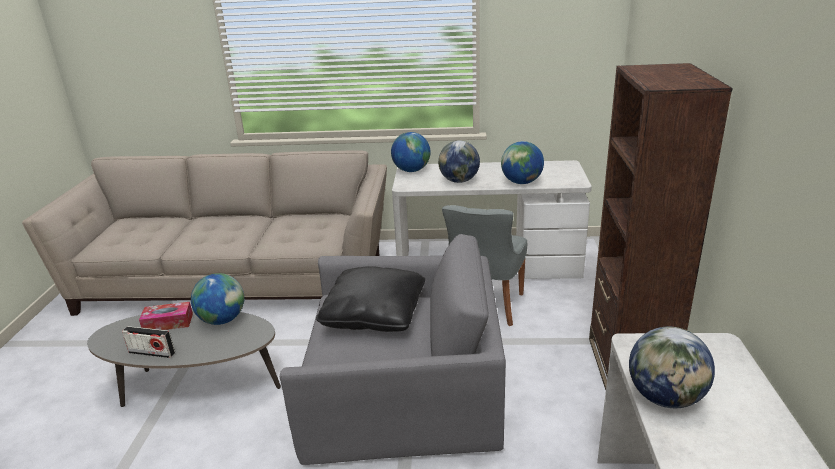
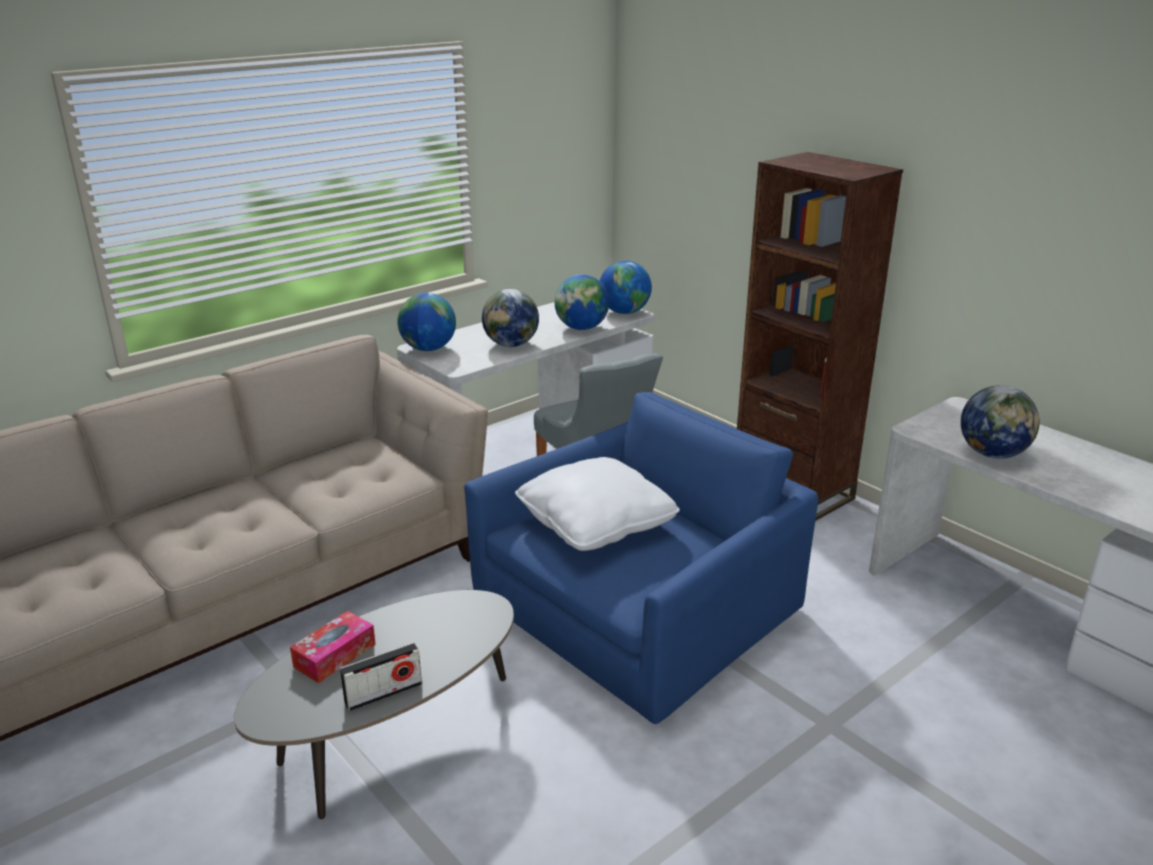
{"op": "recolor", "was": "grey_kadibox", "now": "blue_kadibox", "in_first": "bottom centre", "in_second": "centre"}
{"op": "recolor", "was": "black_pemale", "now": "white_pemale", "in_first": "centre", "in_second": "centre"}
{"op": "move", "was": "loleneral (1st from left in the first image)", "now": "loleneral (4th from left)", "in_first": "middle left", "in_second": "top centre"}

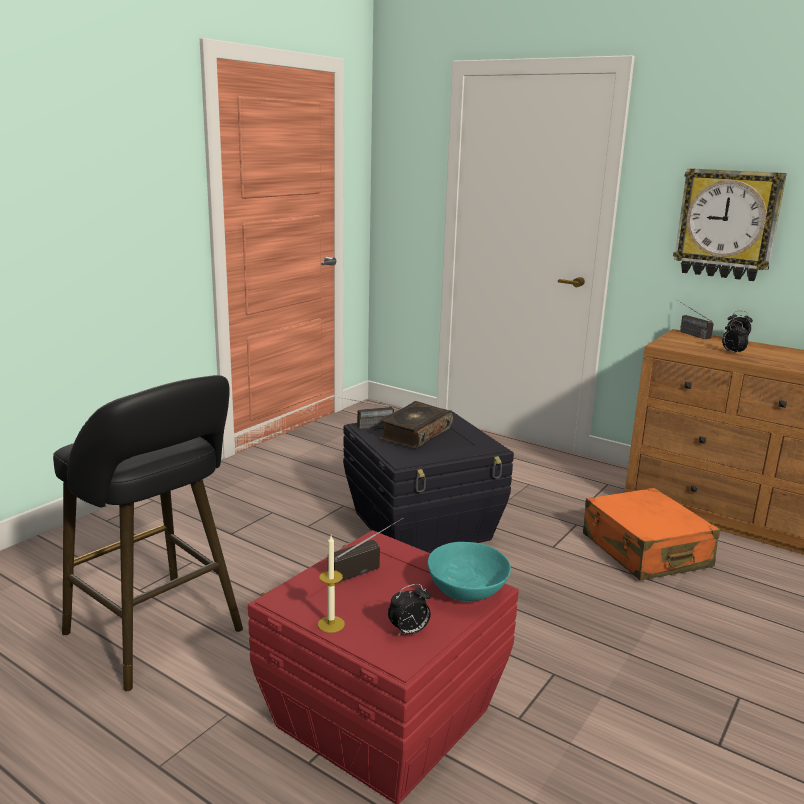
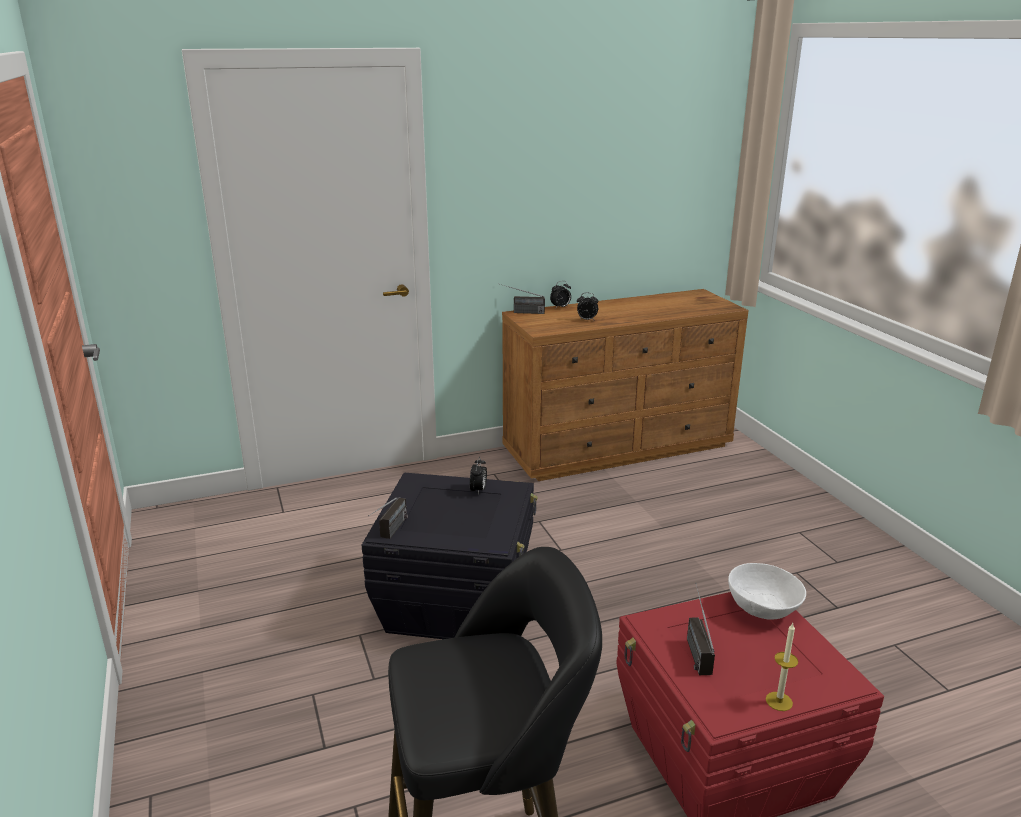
{"op": "delete", "was": "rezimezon", "in_first": "top right"}
{"op": "delete", "was": "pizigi", "in_first": "centre"}
{"op": "delete", "was": "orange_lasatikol", "in_first": "middle right"}
{"op": "recolor", "was": "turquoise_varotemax", "now": "white_varotemax", "in_first": "bottom centre", "in_second": "bottom right"}
{"op": "move", "was": "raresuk (1st from left)", "in_first": "bottom centre", "in_second": "centre"}

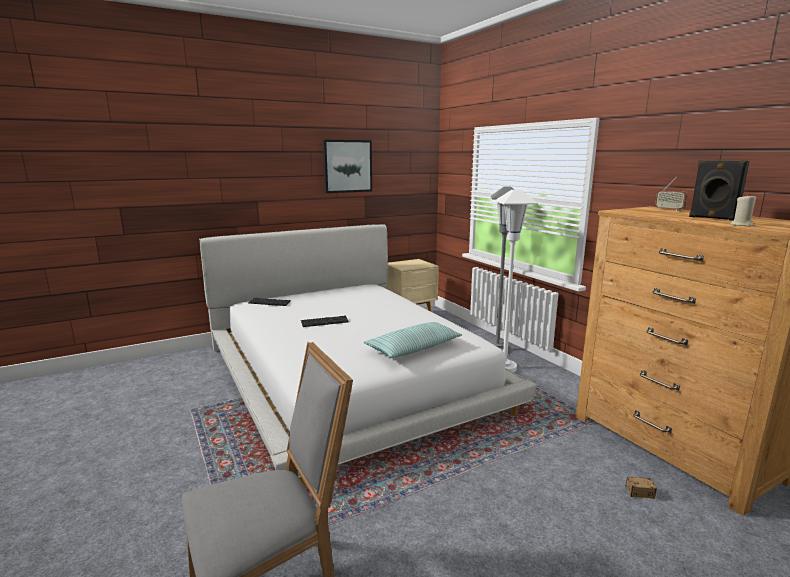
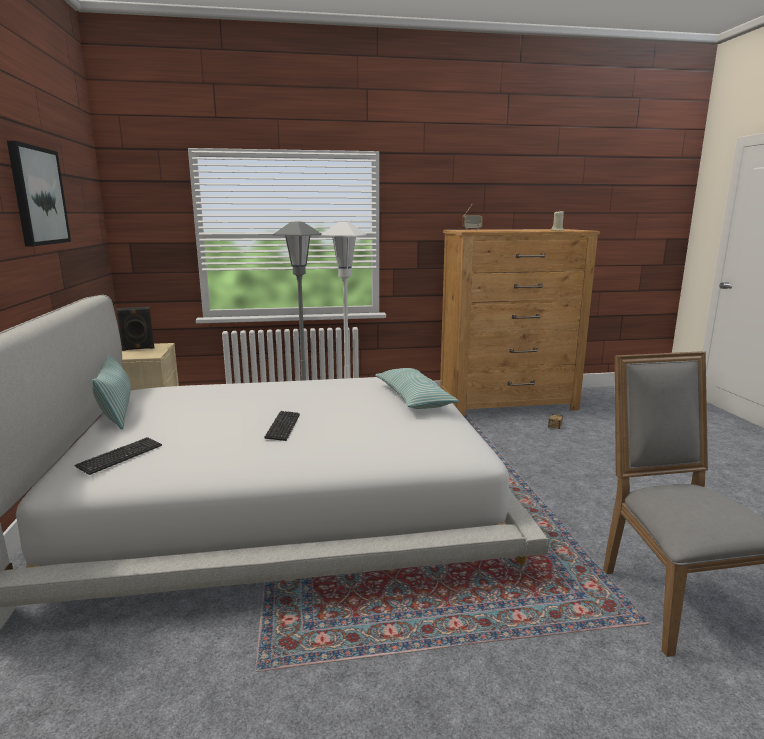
{"op": "move", "was": "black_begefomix", "in_first": "top right", "in_second": "middle left"}
{"op": "insert", "now": "pemale (1st from left)", "in_second": "middle left"}

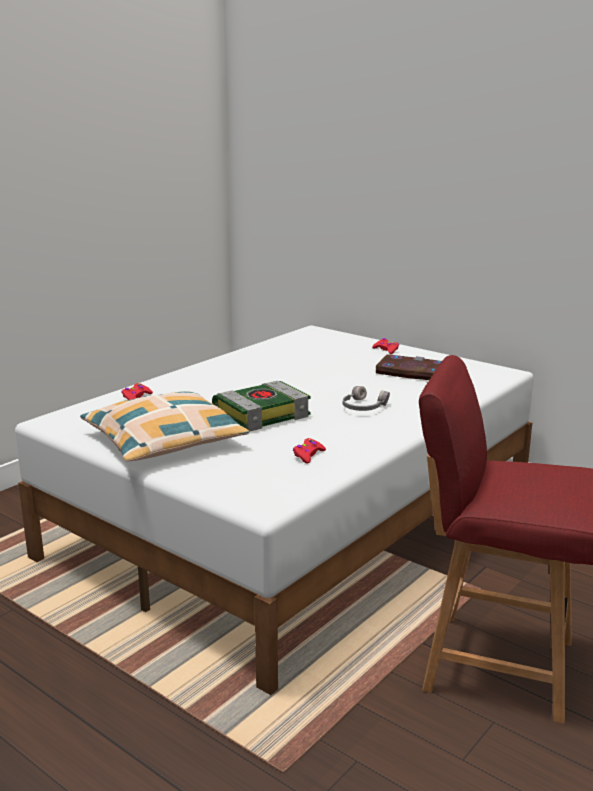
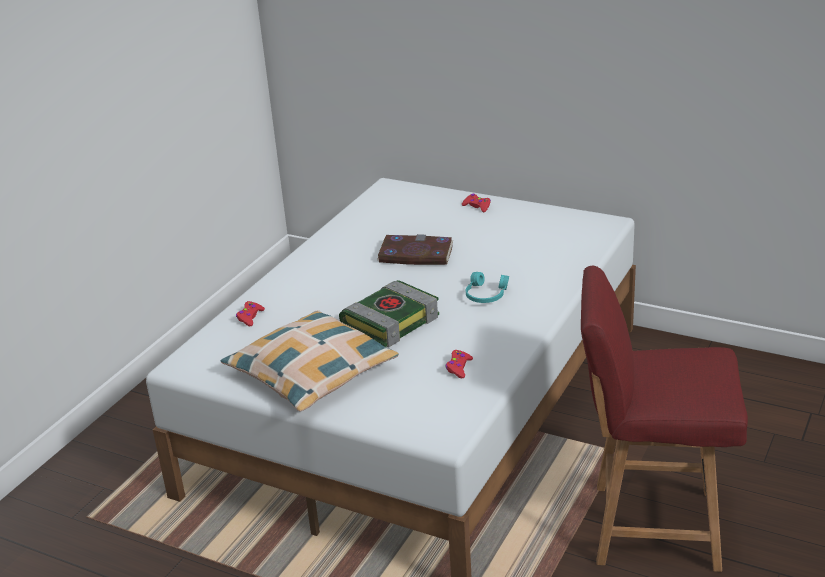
{"op": "move", "was": "pizigi (2nd from left)", "in_first": "middle right", "in_second": "centre"}
{"op": "recolor", "was": "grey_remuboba", "now": "turquoise_remuboba", "in_first": "centre", "in_second": "centre"}

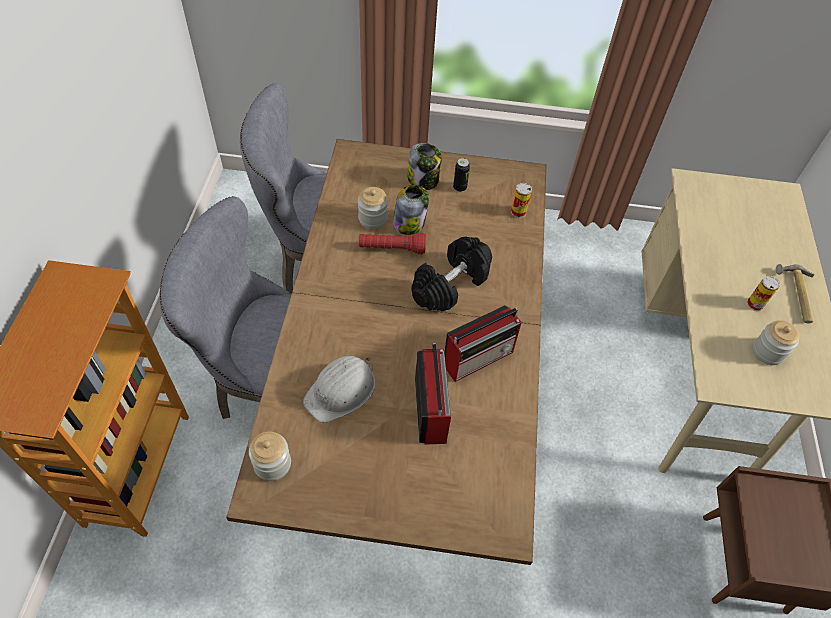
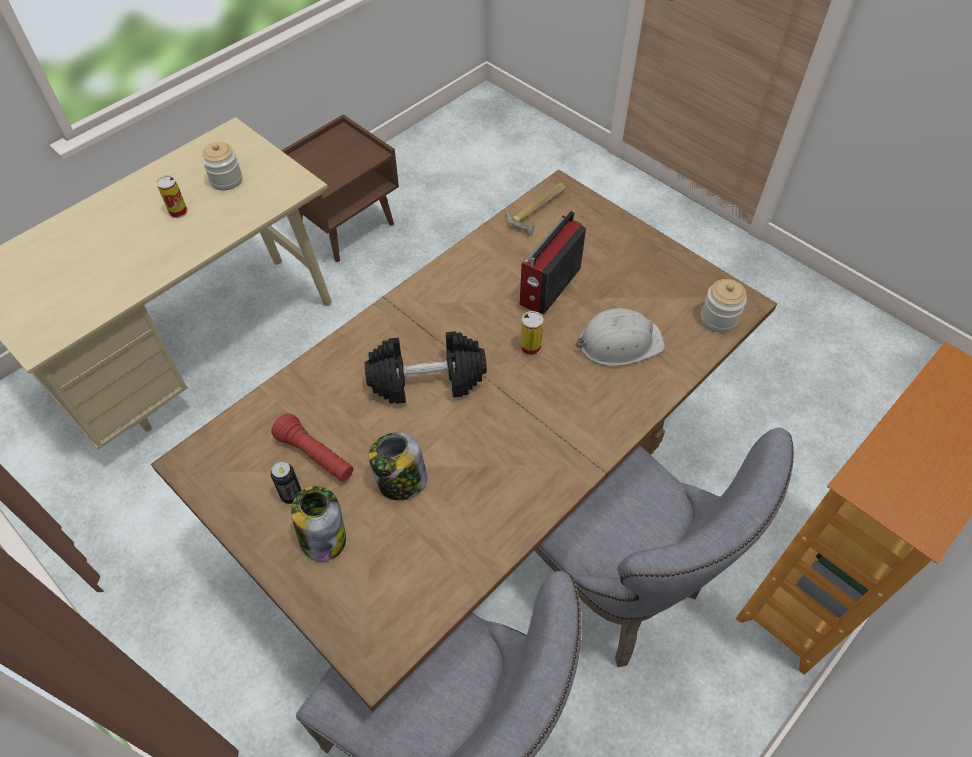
{"op": "move", "was": "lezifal (2nd from left in the first image)", "now": "lezifal (3rd from left)", "in_first": "top centre", "in_second": "centre"}
{"op": "delete", "was": "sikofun (2nd from left)", "in_first": "centre"}
{"op": "move", "was": "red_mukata", "in_first": "centre", "in_second": "middle left"}
{"op": "move", "was": "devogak", "in_first": "middle right", "in_second": "top centre"}
{"op": "delete", "was": "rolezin (2nd from left)", "in_first": "centre"}

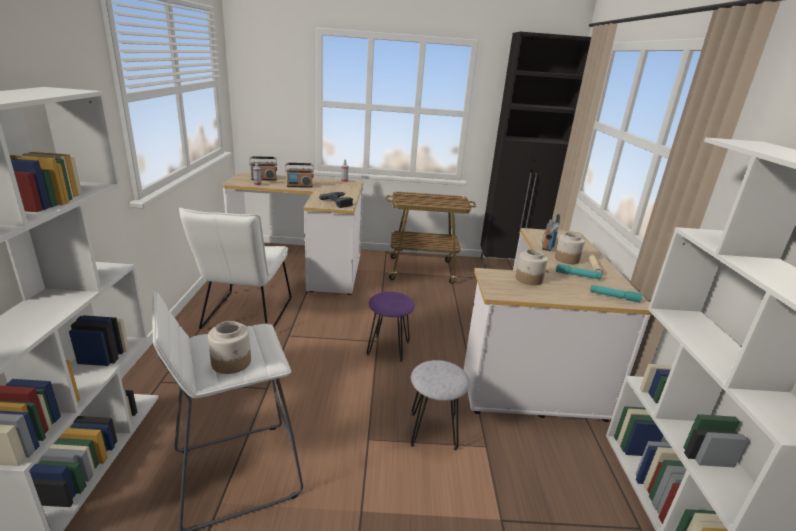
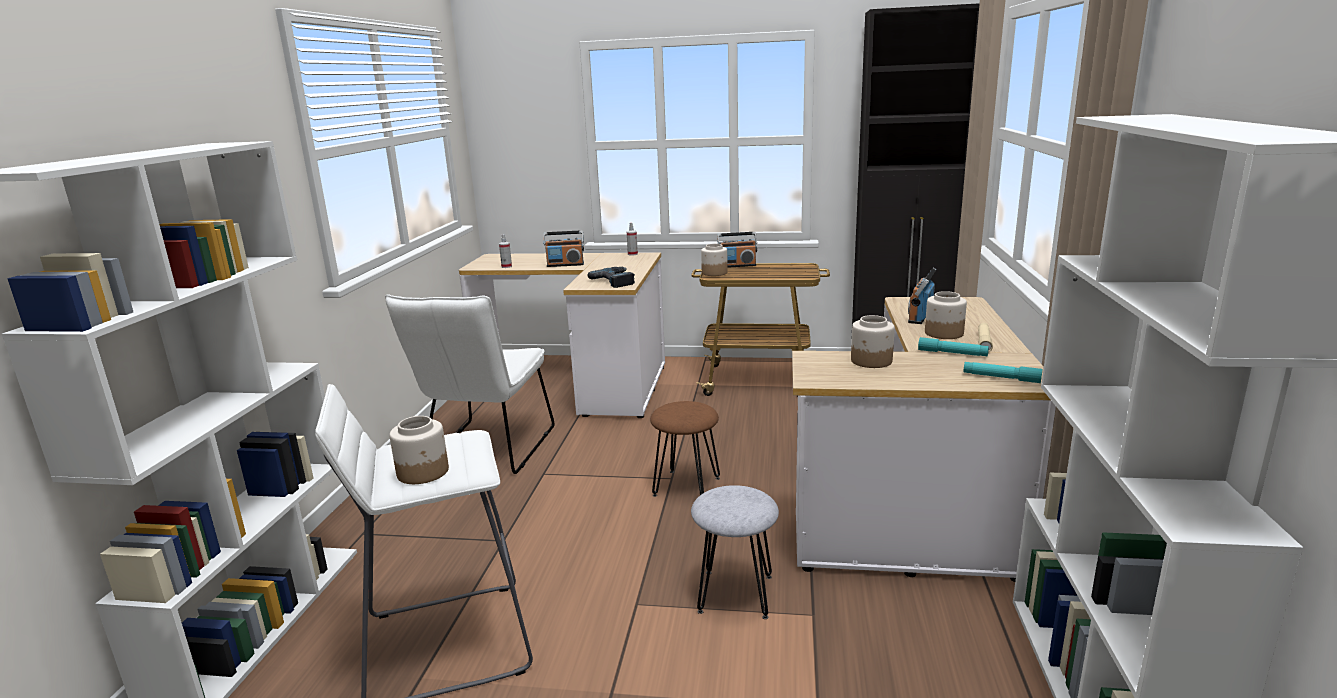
{"op": "move", "was": "rolezin (1st from left in the first image)", "now": "rolezin (2nd from left)", "in_first": "top left", "in_second": "centre"}
{"op": "recolor", "was": "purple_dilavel", "now": "brown_dilavel", "in_first": "centre", "in_second": "centre"}
{"op": "insert", "now": "sikofun (2nd from left)", "in_second": "centre"}

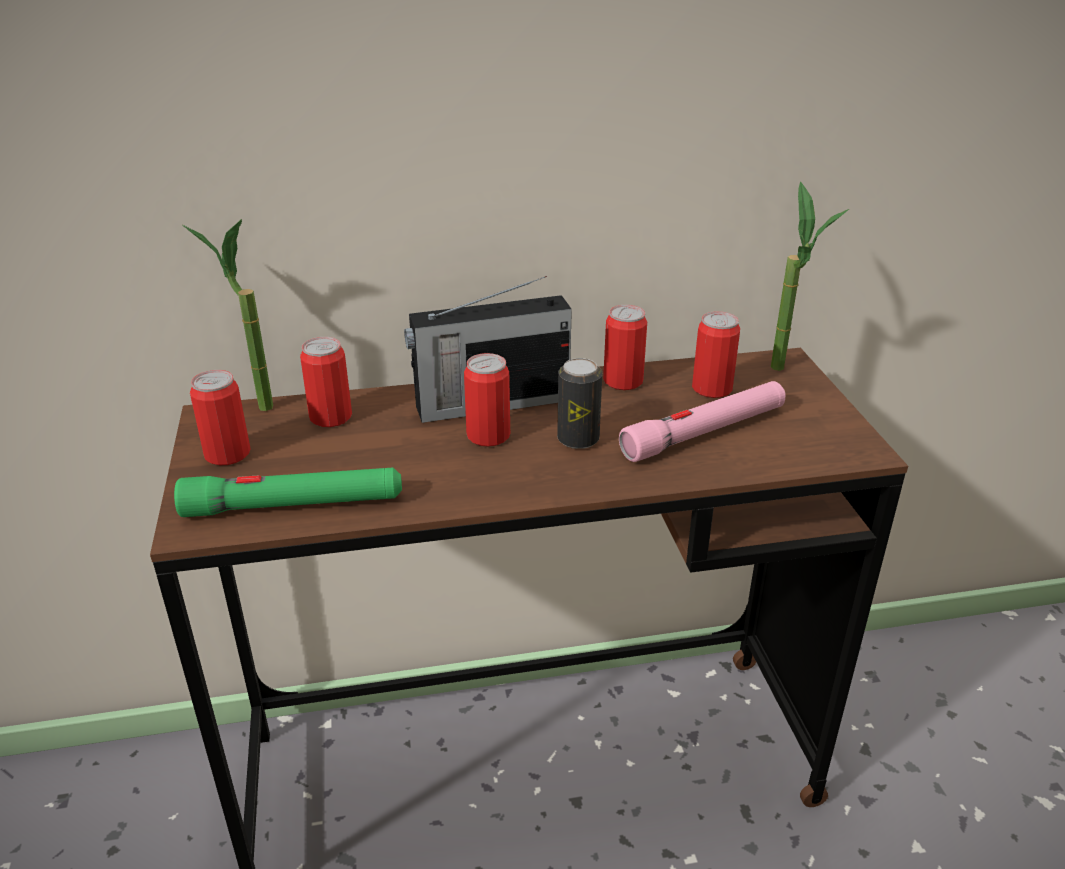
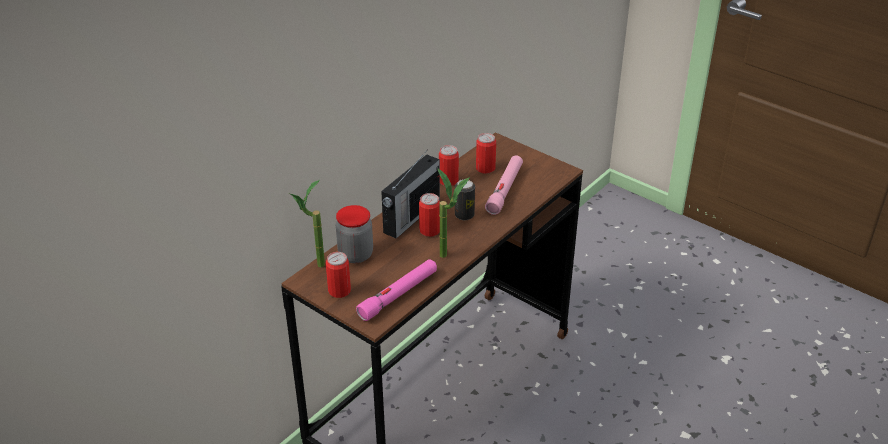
{"op": "move", "was": "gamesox (2nd from left)", "in_first": "top right", "in_second": "centre"}
{"op": "replace", "was": "lezifal (2nd from left)", "now": "sikofun", "in_first": "middle left", "in_second": "centre"}
{"op": "recolor", "was": "green_mukata", "now": "pink_mukata (1st from left)", "in_first": "middle left", "in_second": "centre"}

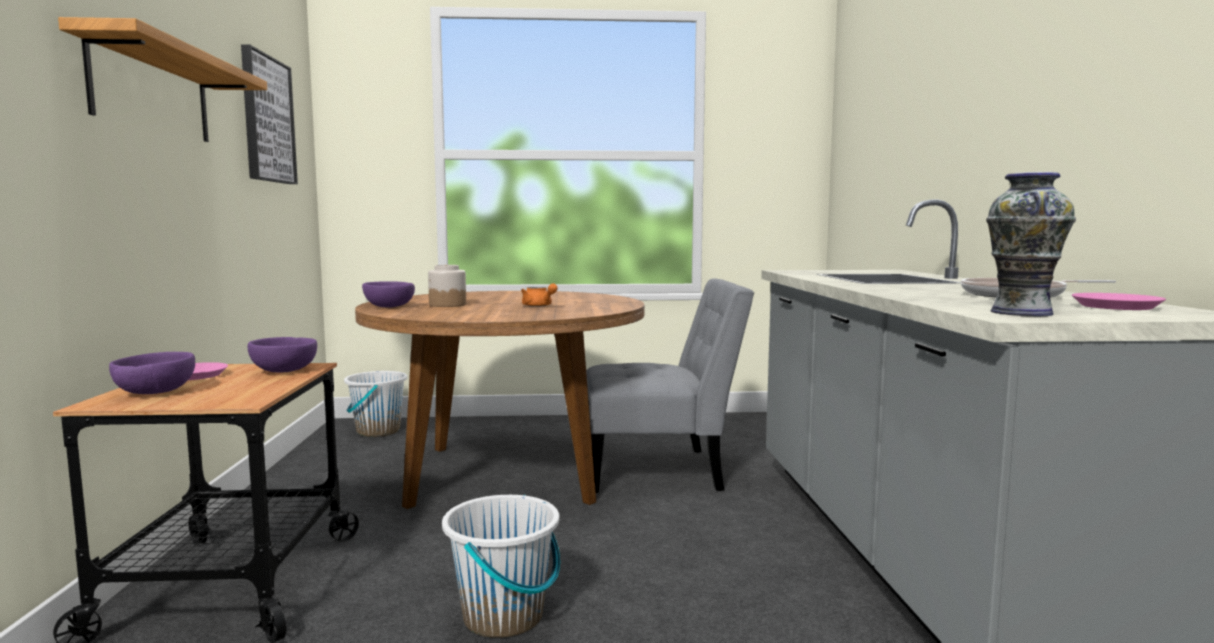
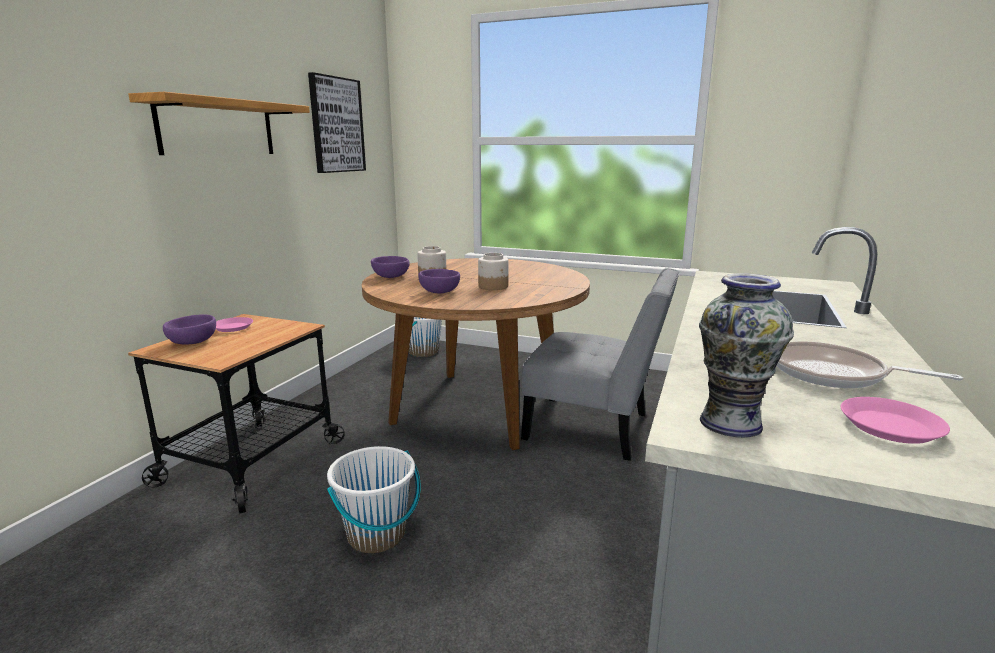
{"op": "replace", "was": "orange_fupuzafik", "now": "sikofun (2nd from left)", "in_first": "centre", "in_second": "centre"}
{"op": "move", "was": "purple_varotemax (2nd from left in the first image)", "now": "purple_varotemax (3rd from left)", "in_first": "middle left", "in_second": "centre"}

